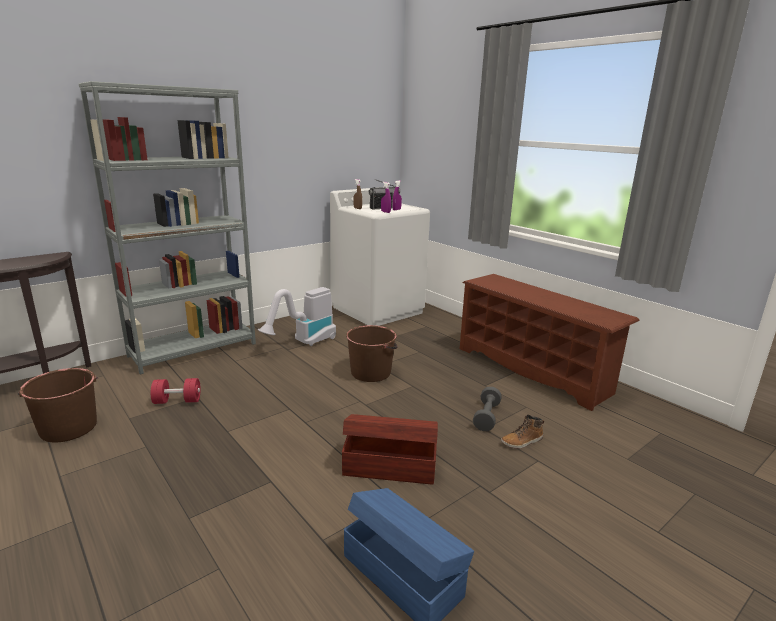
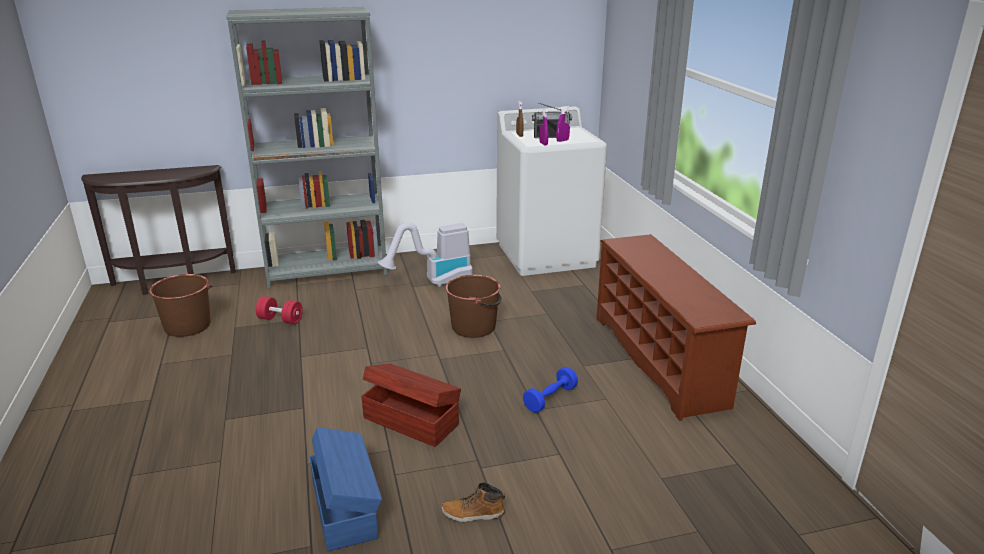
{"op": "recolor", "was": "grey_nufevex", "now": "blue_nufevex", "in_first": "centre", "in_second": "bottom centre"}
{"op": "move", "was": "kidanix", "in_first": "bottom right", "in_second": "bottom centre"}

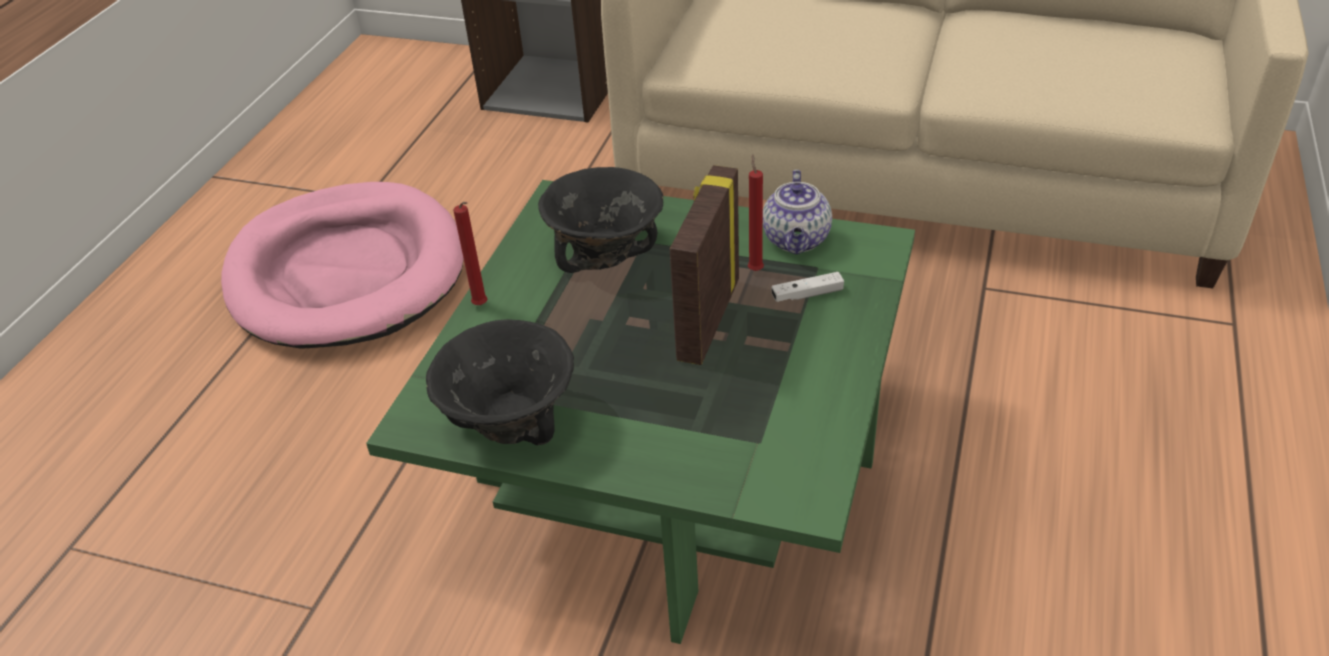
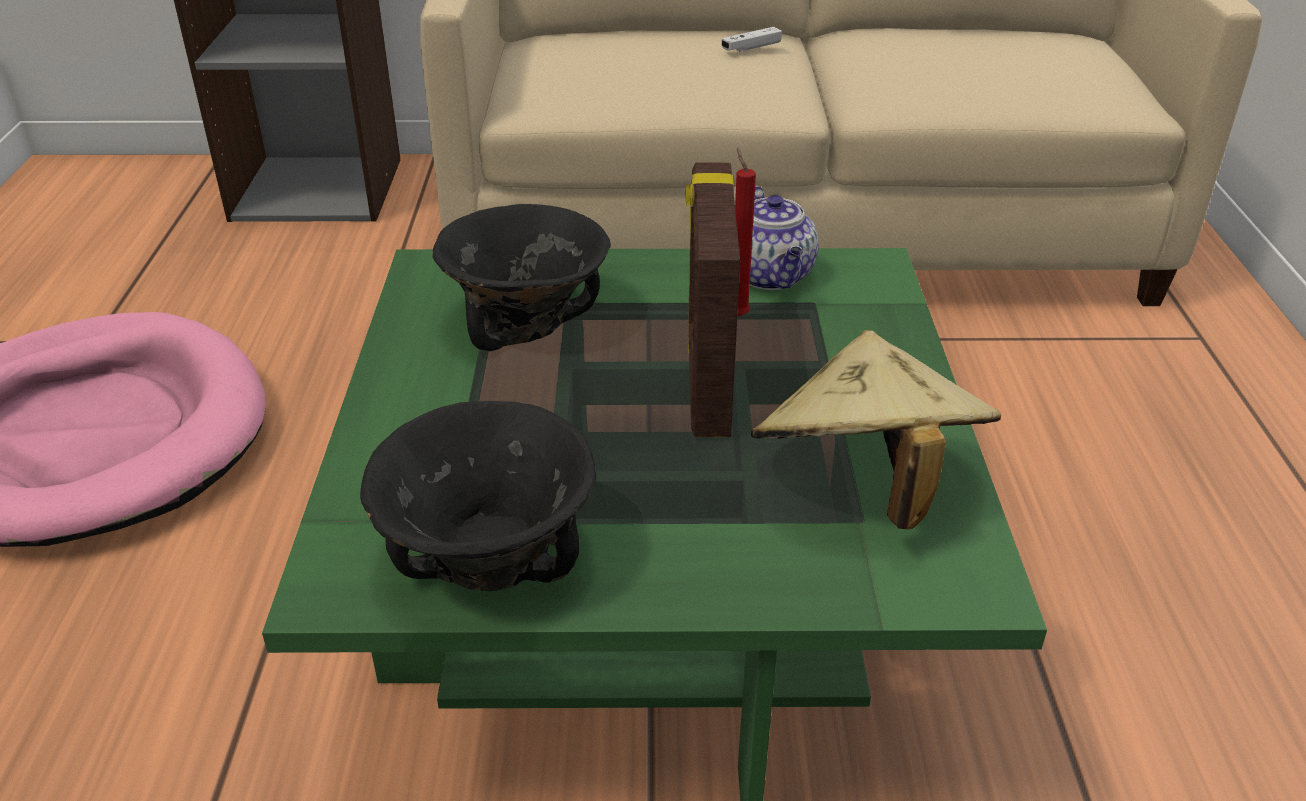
{"op": "delete", "was": "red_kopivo (1st from left)", "in_first": "centre"}
{"op": "move", "was": "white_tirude", "in_first": "centre", "in_second": "top centre"}
{"op": "insert", "now": "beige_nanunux", "in_second": "middle right"}

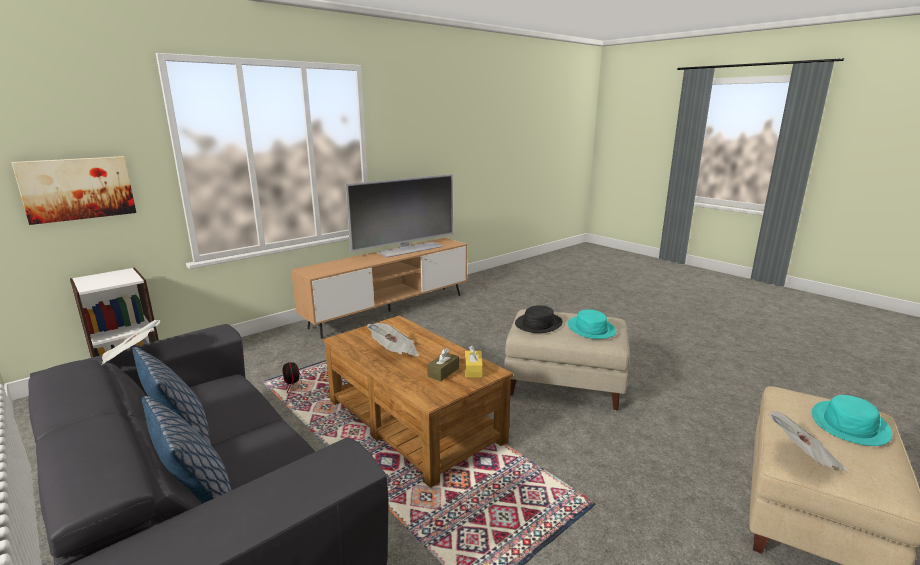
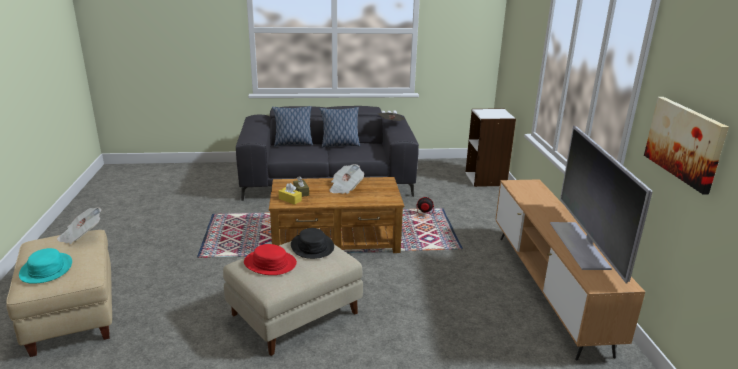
{"op": "move", "was": "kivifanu", "in_first": "middle left", "in_second": "middle right"}
{"op": "recolor", "was": "turquoise_nanunux (1st from left)", "now": "red_nanunux", "in_first": "centre", "in_second": "bottom centre"}

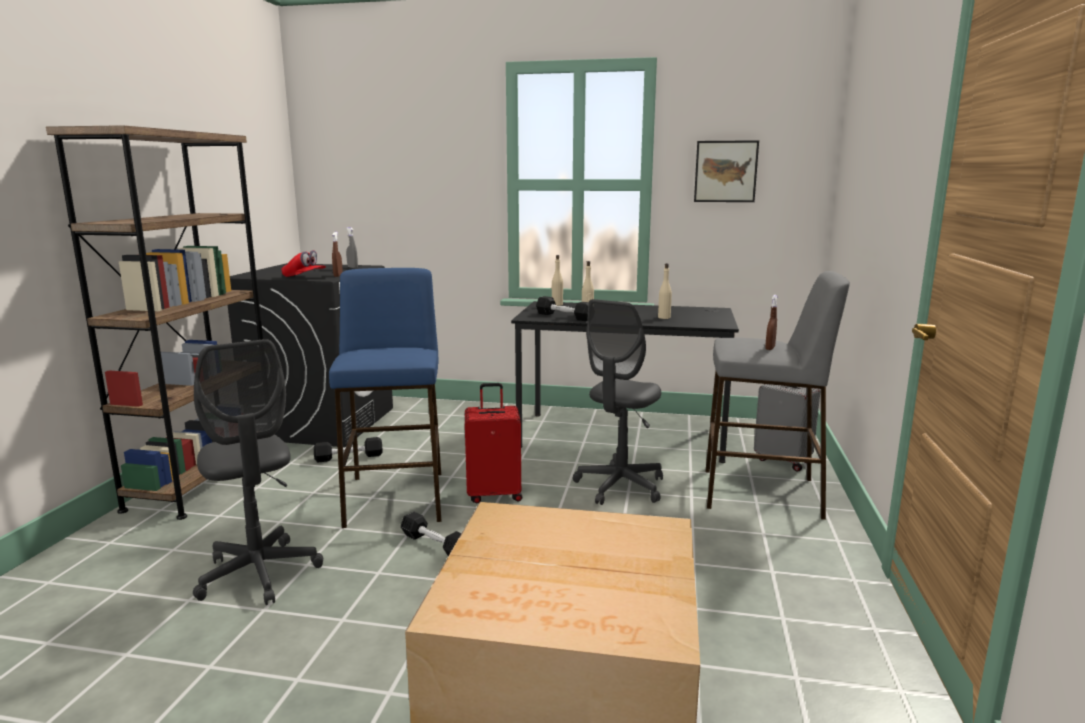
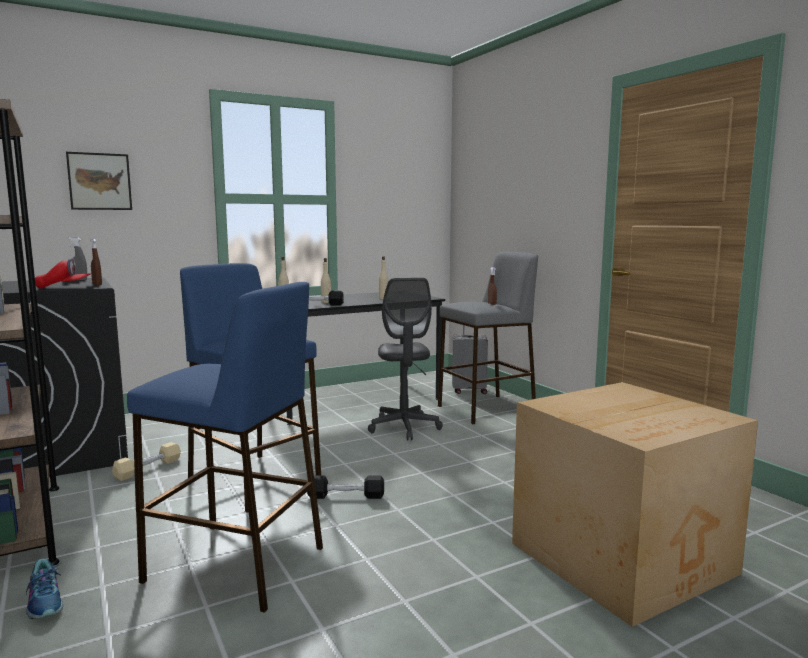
{"op": "move", "was": "kivifanu", "in_first": "top right", "in_second": "top left"}
{"op": "replace", "was": "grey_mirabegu (1st from left)", "now": "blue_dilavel (1st from left)", "in_first": "middle left", "in_second": "bottom left"}
{"op": "delete", "was": "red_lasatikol", "in_first": "centre"}
{"op": "recolor", "was": "black_nufevex (1st from left)", "now": "beige_nufevex", "in_first": "middle left", "in_second": "bottom left"}
{"op": "insert", "now": "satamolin", "in_second": "bottom left"}

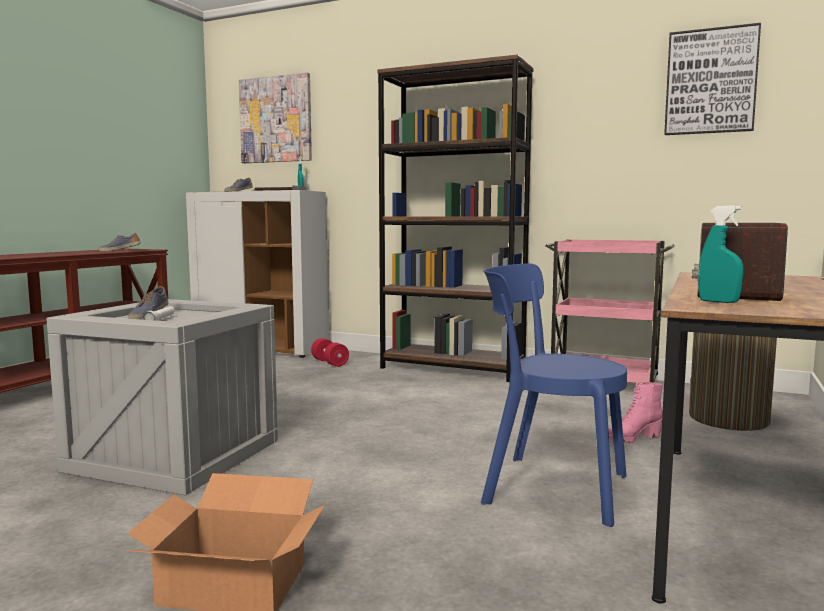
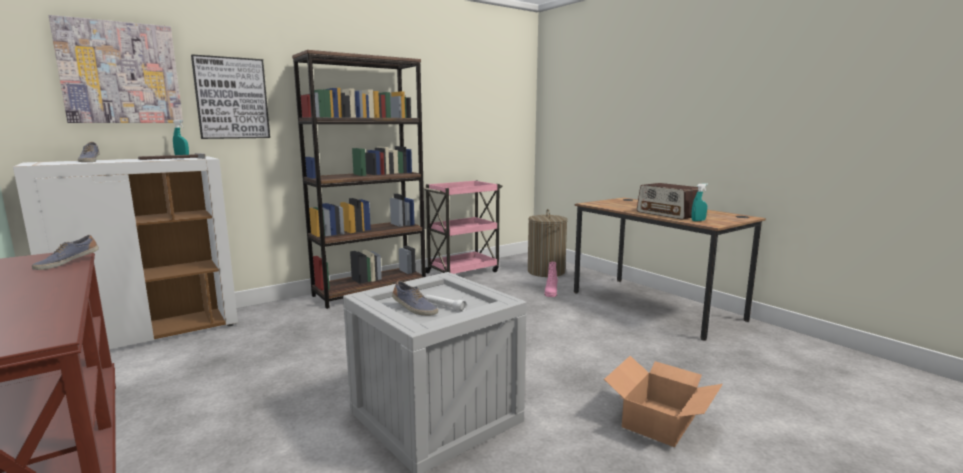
{"op": "move", "was": "kivifanu (2nd from left)", "in_first": "top right", "in_second": "top left"}
{"op": "delete", "was": "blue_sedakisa", "in_first": "middle right"}
{"op": "delete", "was": "red_nufevex", "in_first": "centre"}

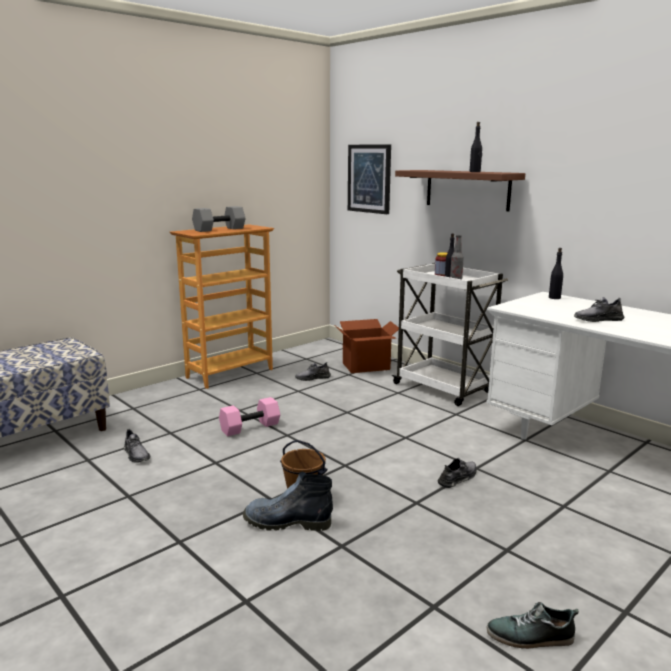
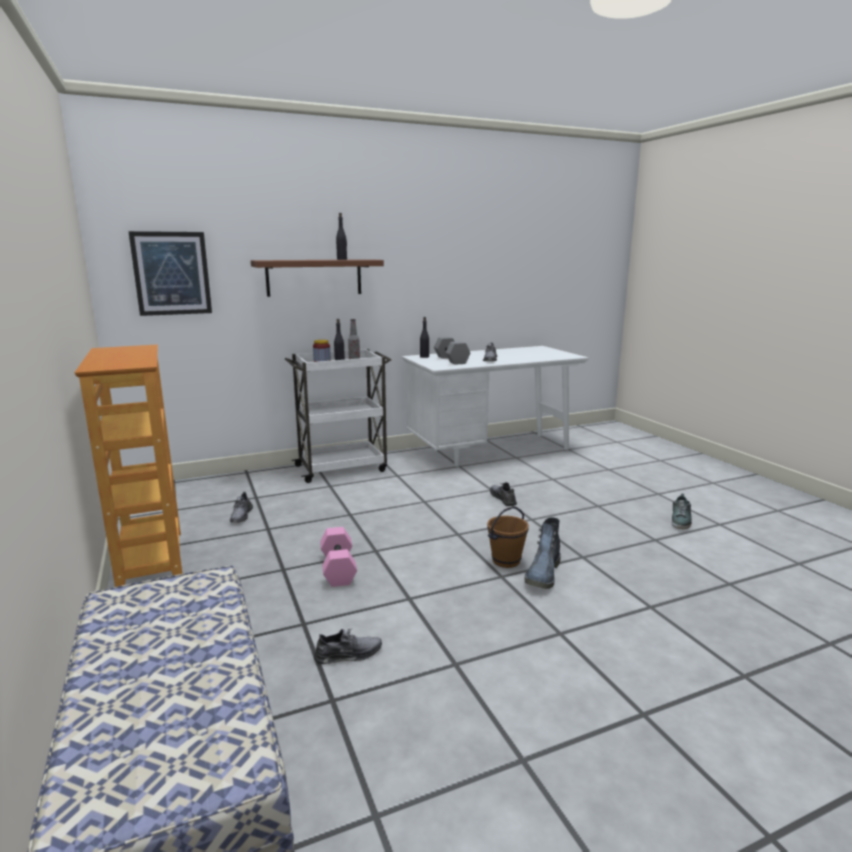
{"op": "move", "was": "grey_nufevex", "in_first": "top left", "in_second": "centre"}
{"op": "delete", "was": "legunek", "in_first": "centre"}

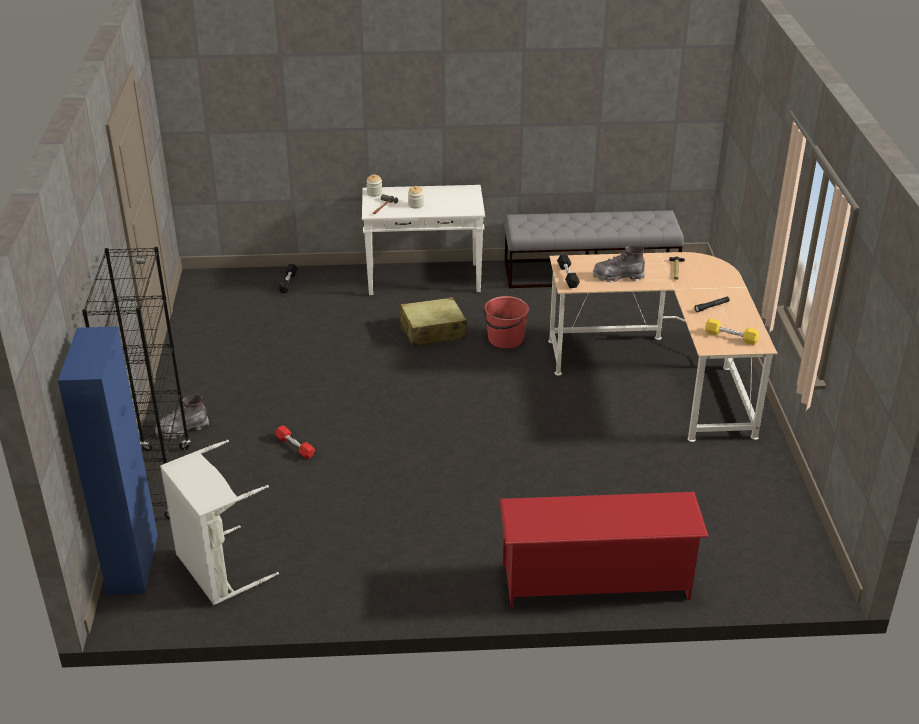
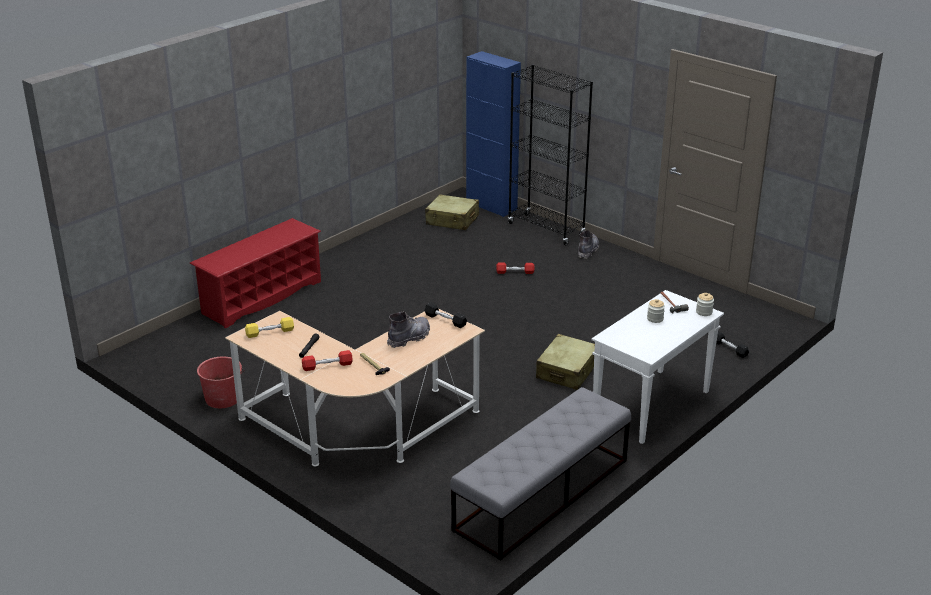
{"op": "move", "was": "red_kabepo", "in_first": "centre", "in_second": "middle left"}
{"op": "replace", "was": "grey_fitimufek", "now": "beige_lasatikol (1st from left)", "in_first": "bottom left", "in_second": "centre"}
{"op": "insert", "now": "red_nufevex (1st from left)", "in_second": "centre"}

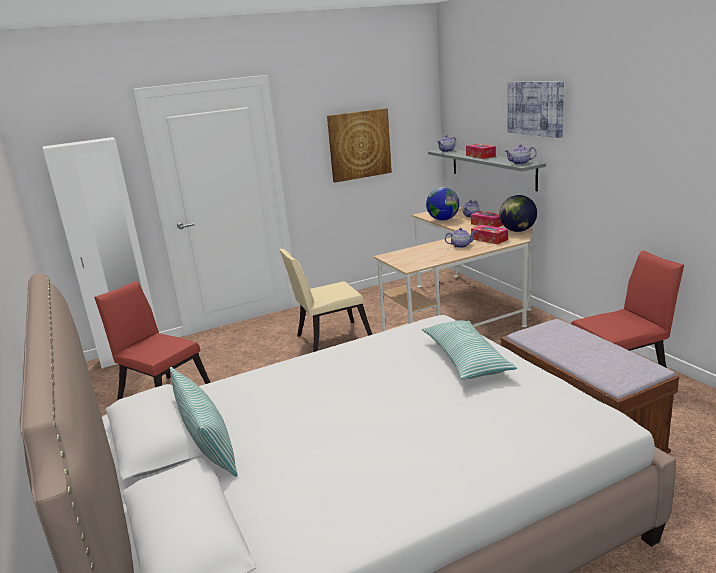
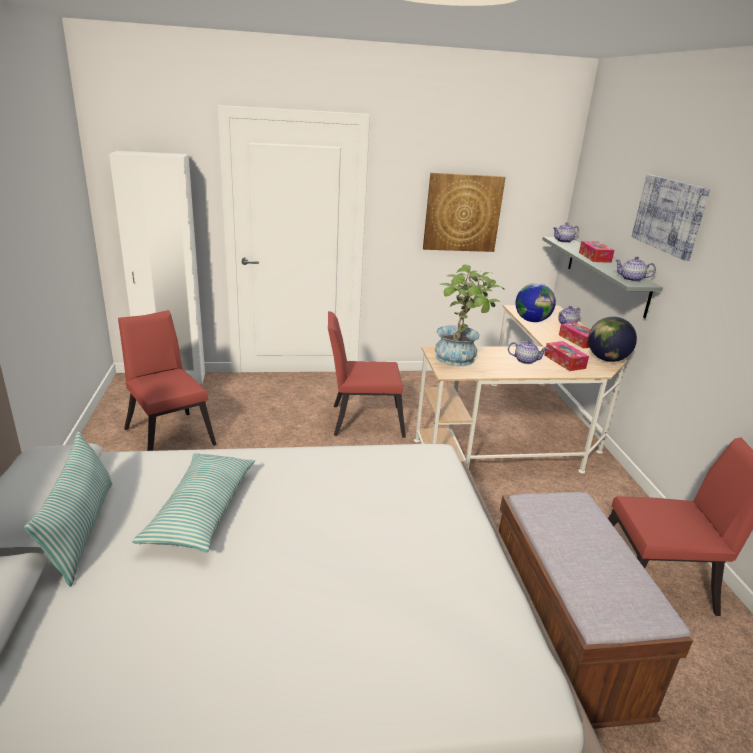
{"op": "recolor", "was": "beige_sedakisa", "now": "red_sedakisa (2nd from left)", "in_first": "centre", "in_second": "centre"}
{"op": "move", "was": "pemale (2nd from left)", "in_first": "centre", "in_second": "bottom left"}
{"op": "insert", "now": "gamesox", "in_second": "centre"}

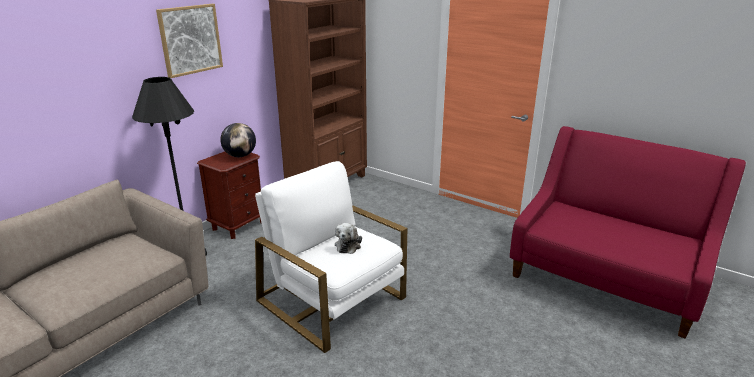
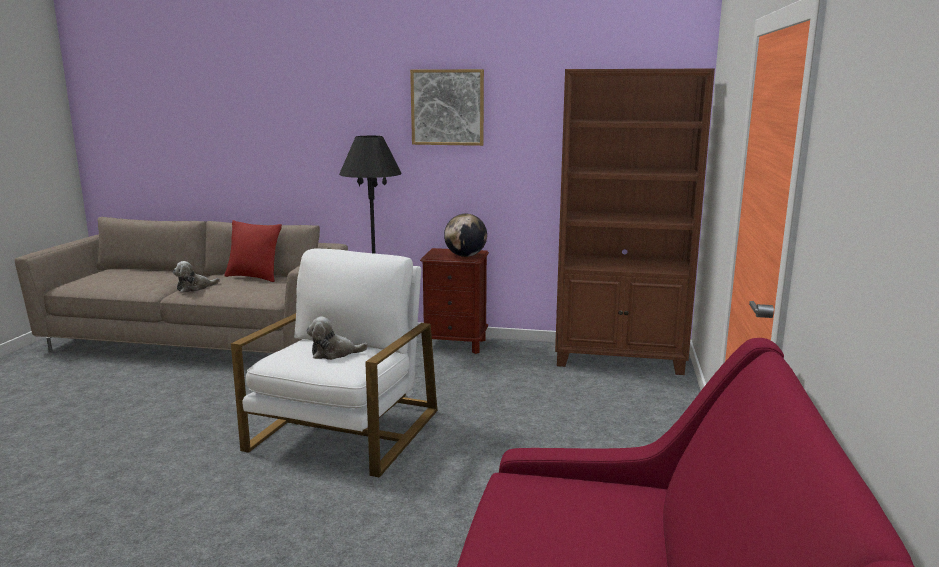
{"op": "insert", "now": "red_pemale", "in_second": "middle left"}
{"op": "insert", "now": "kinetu (1st from left)", "in_second": "middle left"}

